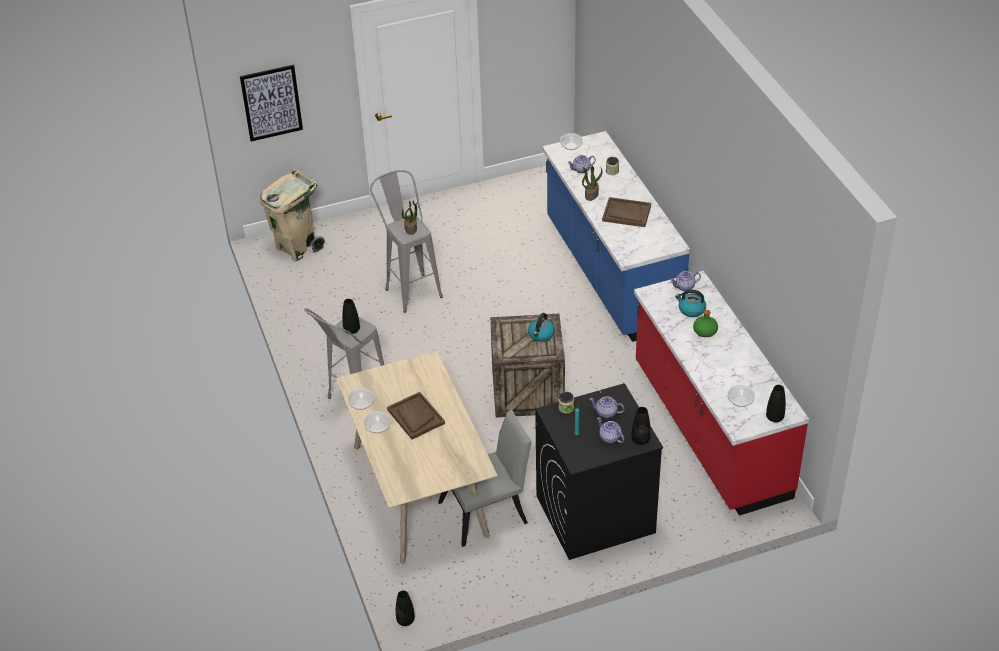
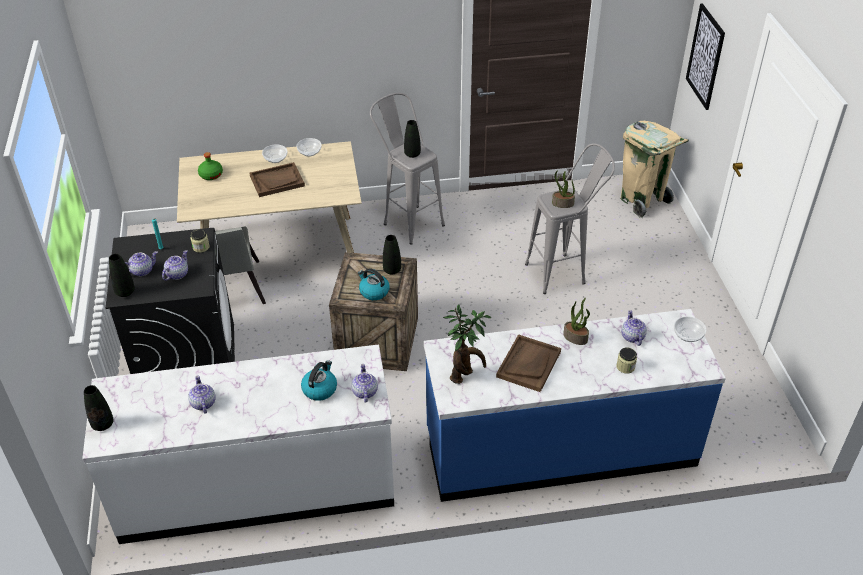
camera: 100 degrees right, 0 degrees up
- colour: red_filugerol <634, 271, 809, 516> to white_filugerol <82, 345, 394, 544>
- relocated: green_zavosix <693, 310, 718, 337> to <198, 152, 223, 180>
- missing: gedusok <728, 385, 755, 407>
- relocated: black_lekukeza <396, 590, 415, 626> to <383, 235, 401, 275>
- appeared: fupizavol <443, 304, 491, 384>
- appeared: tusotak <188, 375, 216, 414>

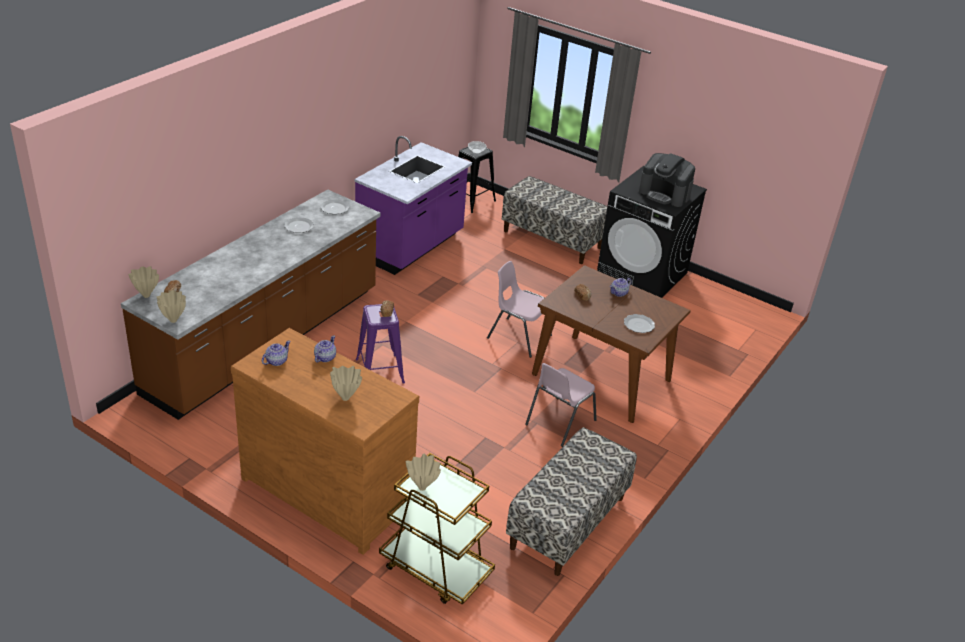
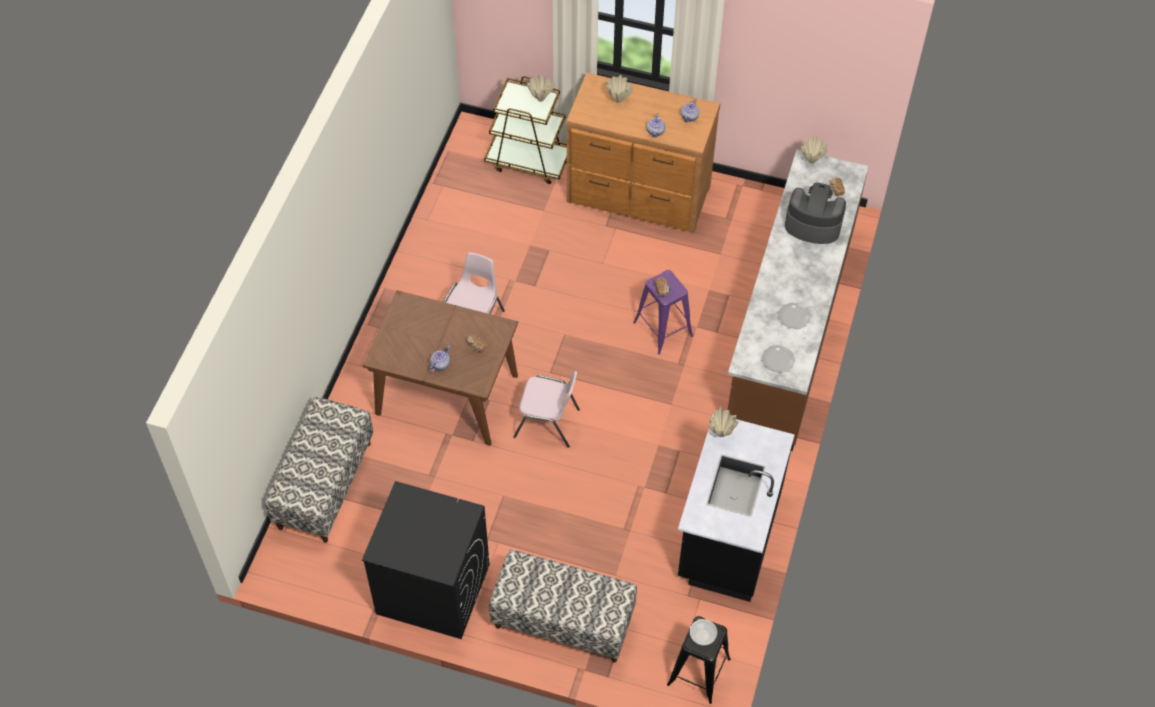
camera: 165 degrees right, 20 degrees up
- colour: purple_filugerol <355, 136, 472, 275> to black_filugerol <678, 413, 795, 602>
- relocated: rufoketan <639, 153, 695, 207> to <785, 183, 846, 244>
- relocated: beige_lekukeza <128, 266, 159, 298> to <709, 407, 738, 437>
- missing: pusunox <624, 314, 655, 333>
- relocated: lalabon <506, 427, 637, 576> to <265, 397, 374, 543>

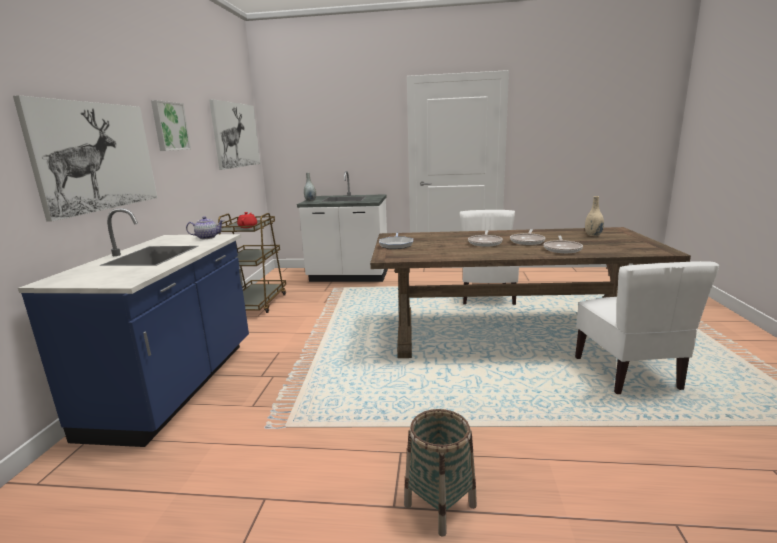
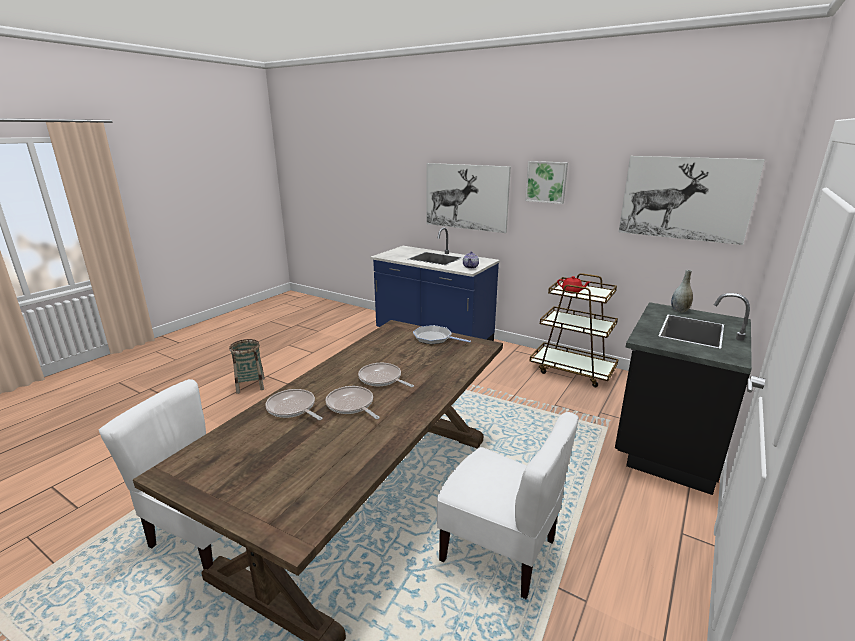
camera: 115 degrees right, 5 degrees up
- colour: white_filugerol <297, 171, 388, 282> to black_filugerol <615, 293, 752, 495>
- missing: beige_lekukeza <585, 196, 604, 236>

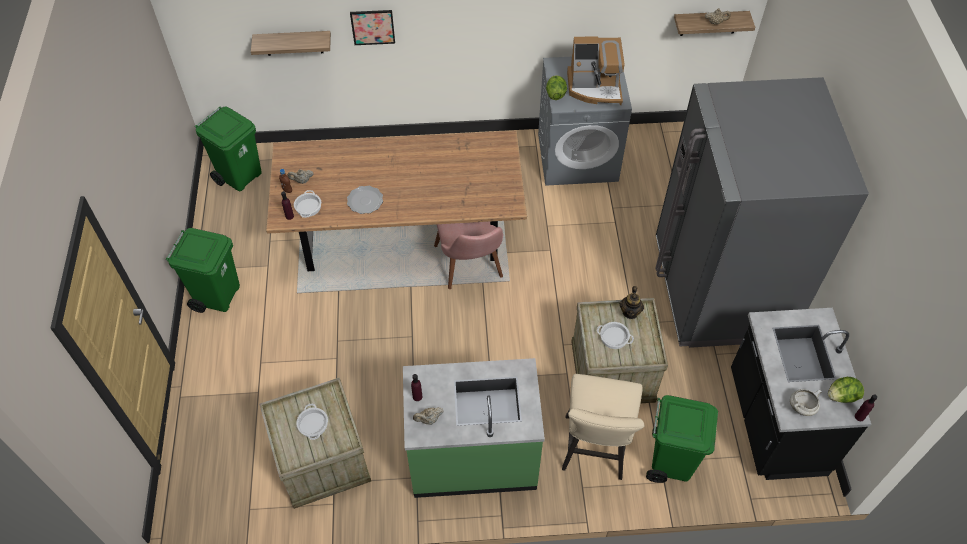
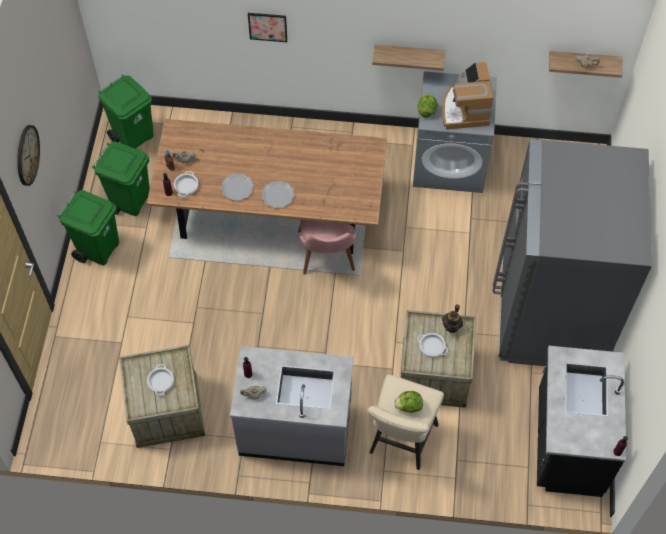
camera: 10 degrees right, 5 degrees up
- relocated: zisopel <251, 31, 331, 56> to <372, 44, 445, 71>
- spun: rufoketan <567, 36, 625, 105> = <442, 62, 494, 129> 75 degrees clockwise
- colour: green_filugerol <403, 358, 545, 498> to grey_filugerol <230, 346, 354, 466>
- relocated: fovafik <828, 377, 864, 403> to <394, 391, 423, 413>
- missing: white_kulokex <790, 389, 822, 416>
- relocated: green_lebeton <646, 395, 718, 483> to <92, 141, 150, 216>
- appeared: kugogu <17, 125, 40, 186>
- appeared: pusunox <261, 181, 294, 208>

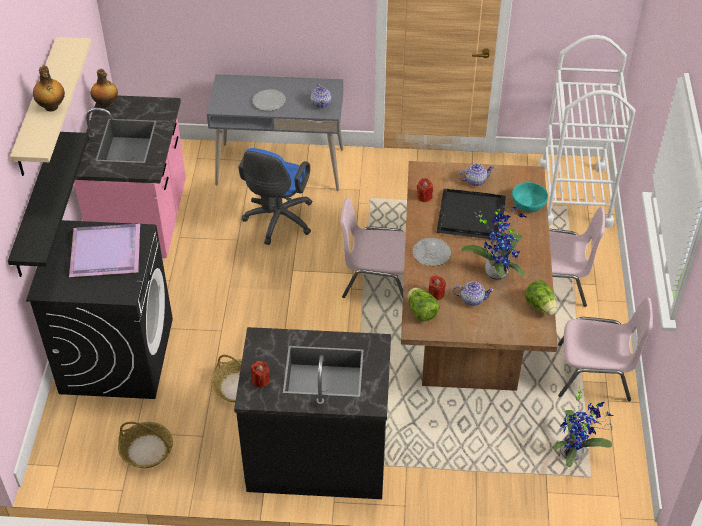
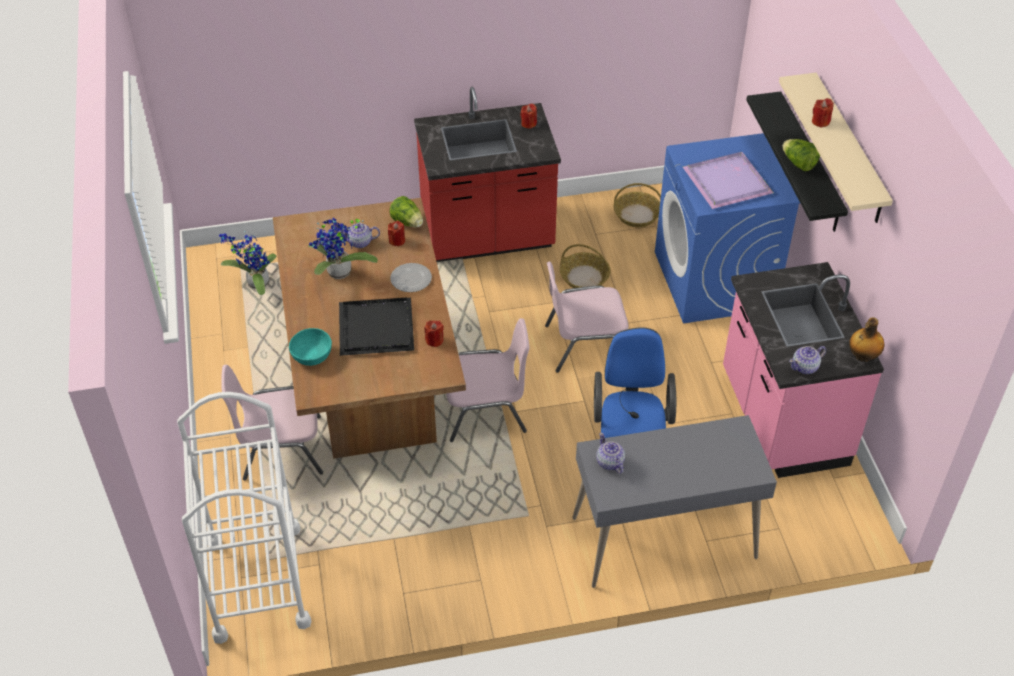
camera: 165 degrees right, 0 degrees up
- exchanged: zavosix <33, 66, 65, 111> to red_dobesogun <812, 98, 834, 128>
- missing: pusunox <253, 89, 286, 111>
- relocated: tusotak <458, 163, 495, 186> to <789, 346, 826, 374>
- colour: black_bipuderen <26, 220, 173, 399> to blue_bipuderen <655, 133, 800, 323>
- relocated: fovafik <525, 280, 557, 315> to <782, 139, 820, 171>
- relocated: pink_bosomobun <558, 297, 653, 402> to <545, 262, 629, 373>
- colour: black_filugerol <234, 327, 391, 499> to red_filugerol <414, 87, 561, 262>

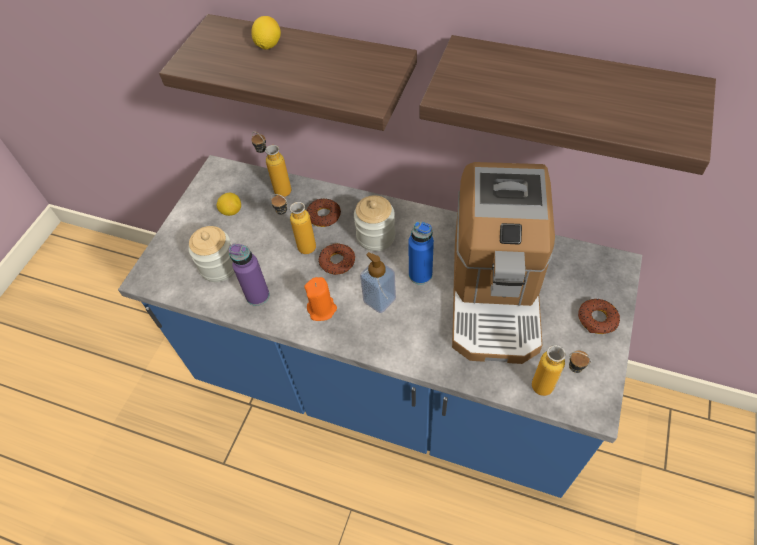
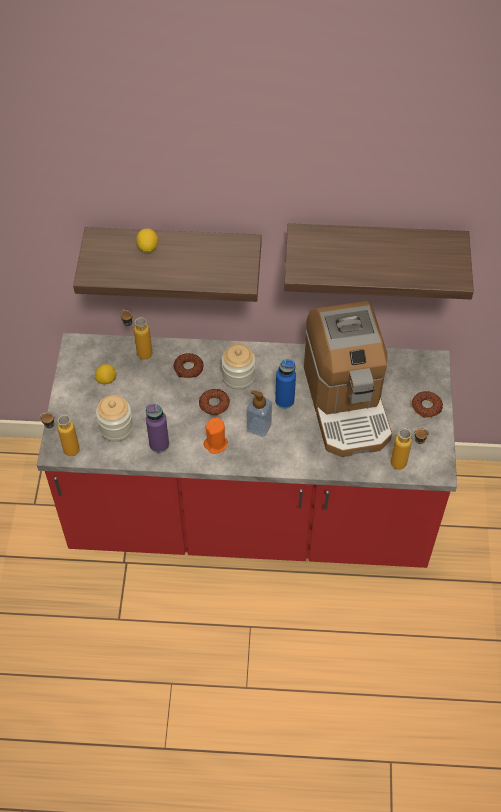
camera: 20 degrees left, 0 degrees up
- colour: blue_filugerol <118, 155, 642, 498> to red_filugerol <37, 333, 457, 568>
- relocated: zavosix <270, 194, 316, 254> to <40, 412, 80, 456>

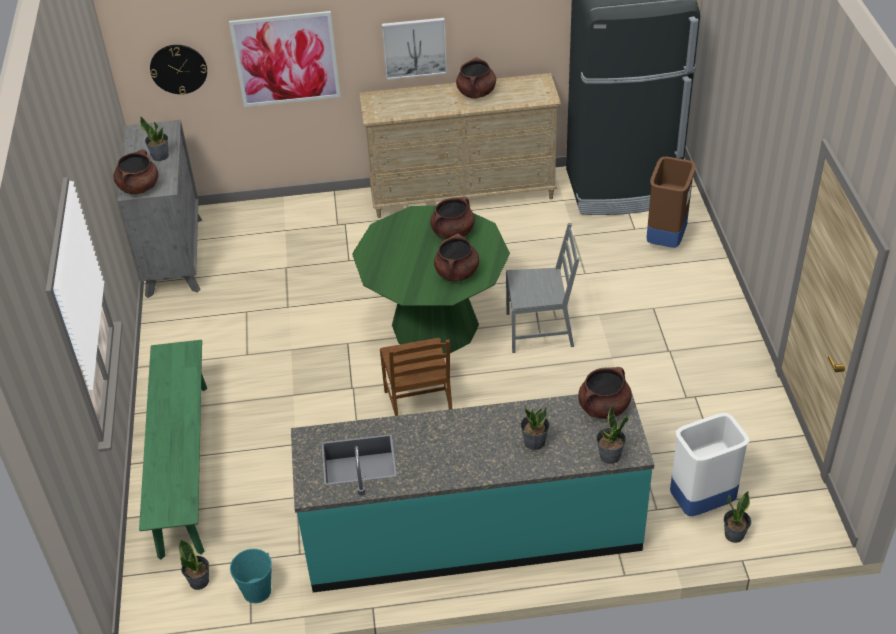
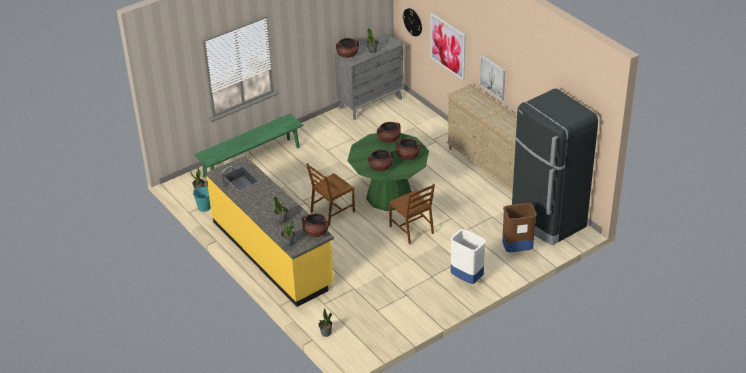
camera: 60 degrees right, 5 degrees down
- relocated: brown_kulokex <456, 57, 496, 98> to <377, 122, 401, 143>
- colour: grey_bosomobun <506, 223, 580, 353> to brown_bosomobun <389, 184, 435, 245>
- colour: turquoise_filugerol <291, 388, 654, 593> to yellow_filugerol <206, 156, 334, 307>
- relocated: white_lebeton <670, 413, 750, 516> to <450, 229, 486, 284>

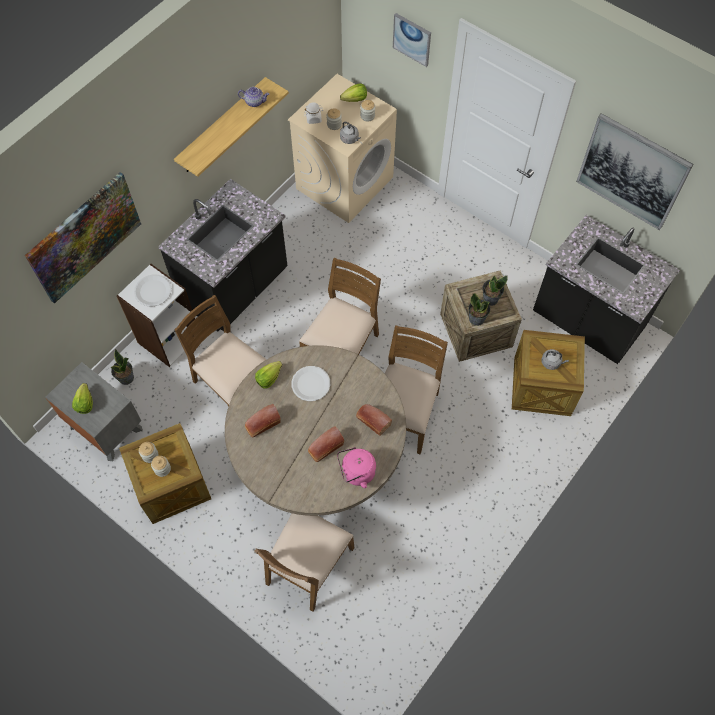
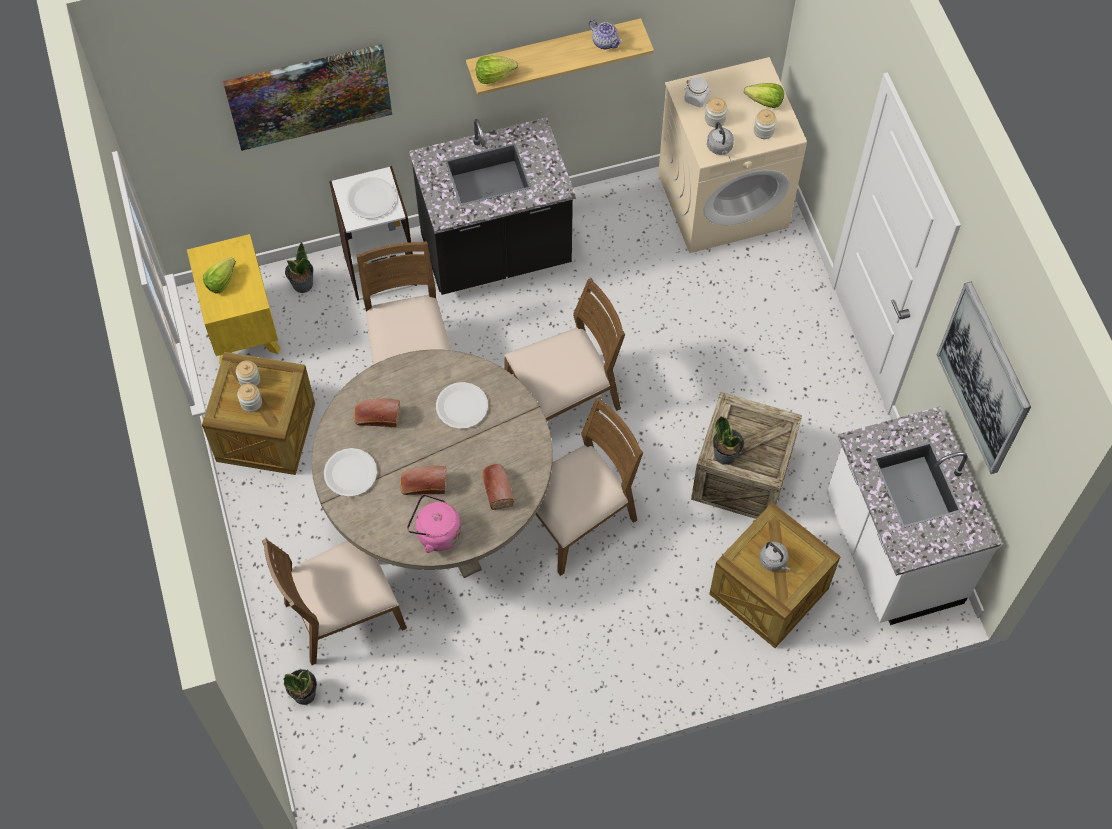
camera: 35 degrees right, 0 degrees up
- missing: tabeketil <393, 13, 431, 67>
- colour: black_filugerol <533, 215, 680, 364> to white_filugerol <827, 407, 1001, 625>
- relocated: fupizavol <482, 275, 508, 306> to <283, 669, 317, 705>
- relocated: fovafik <255, 361, 282, 388> to <476, 56, 518, 84>
- colour: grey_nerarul <45, 362, 143, 461> to yellow_nerarul <187, 234, 281, 364>
- appeared: white_pusunox <324, 448, 377, 497>

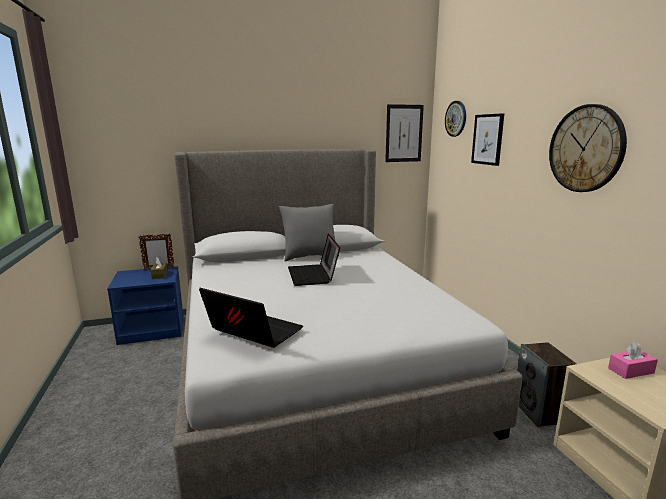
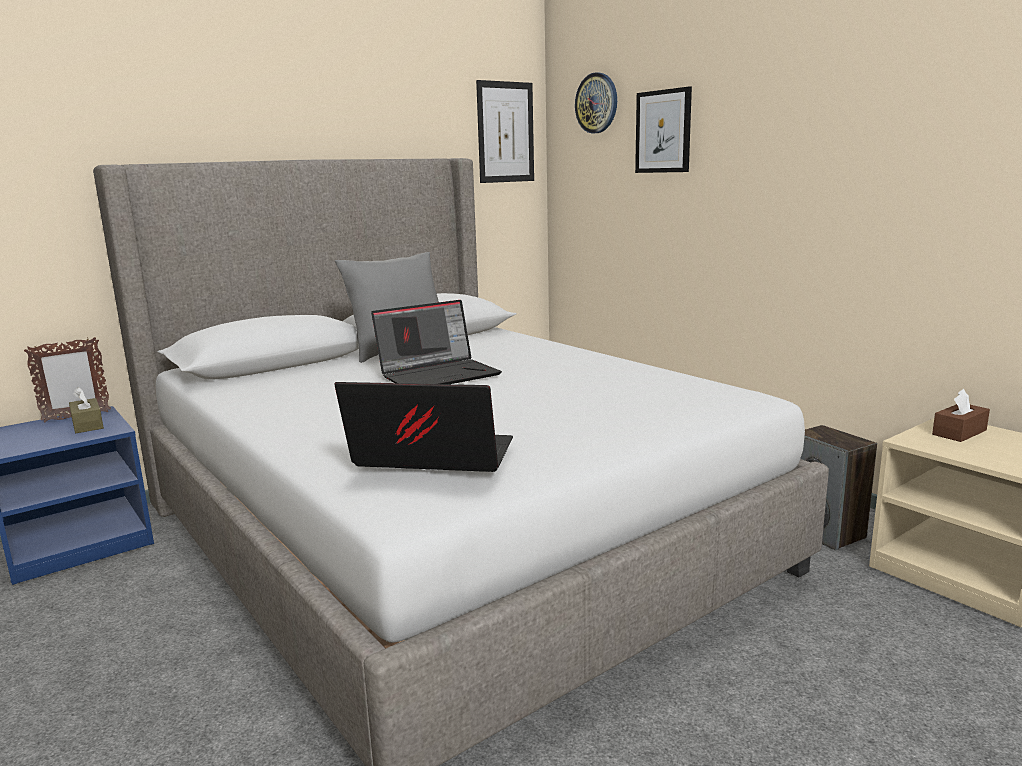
camera: 20 degrees left, 0 degrees up
- missing: kugogu <549, 104, 627, 192>
- spun: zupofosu <288, 234, 340, 286> = <371, 300, 502, 384> 90 degrees counterclockwise
- colour: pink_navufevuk <608, 342, 658, 379> to brown_navufevuk <932, 389, 990, 442>

